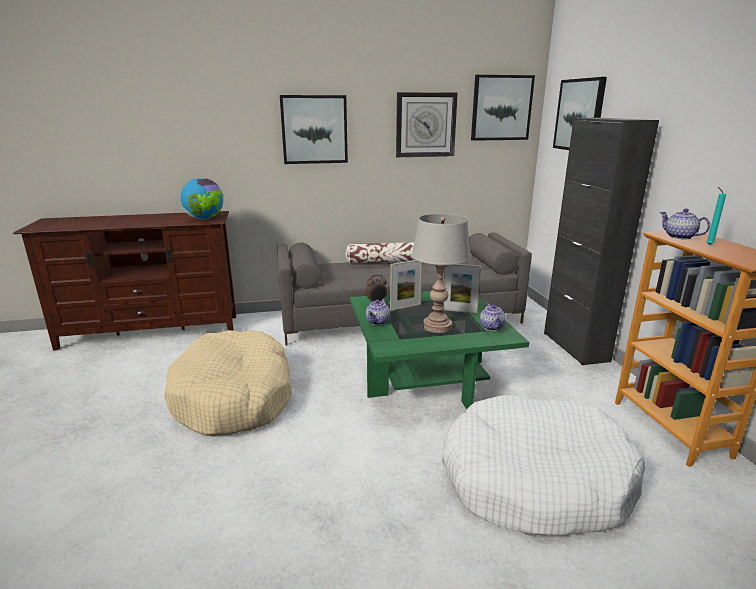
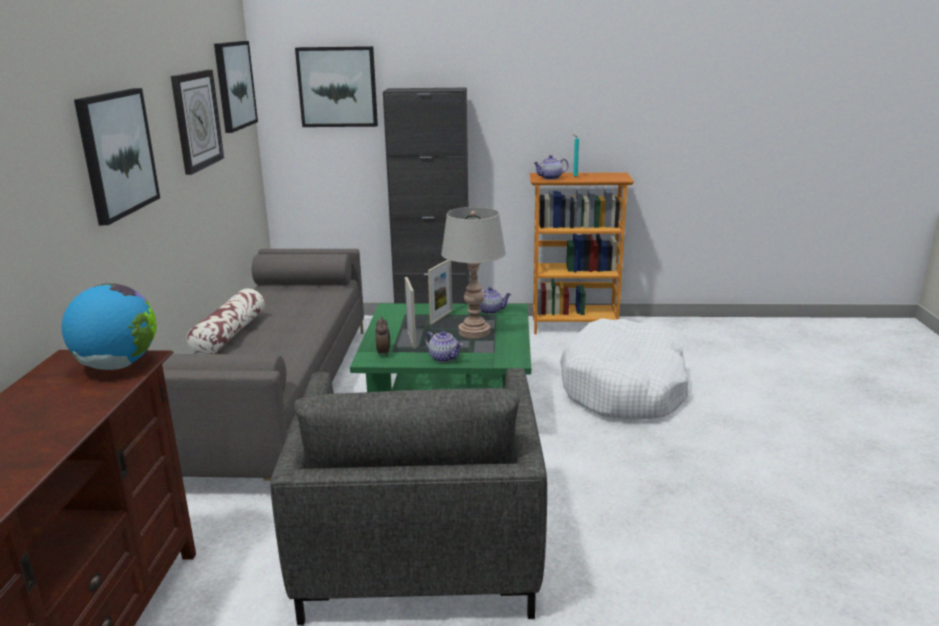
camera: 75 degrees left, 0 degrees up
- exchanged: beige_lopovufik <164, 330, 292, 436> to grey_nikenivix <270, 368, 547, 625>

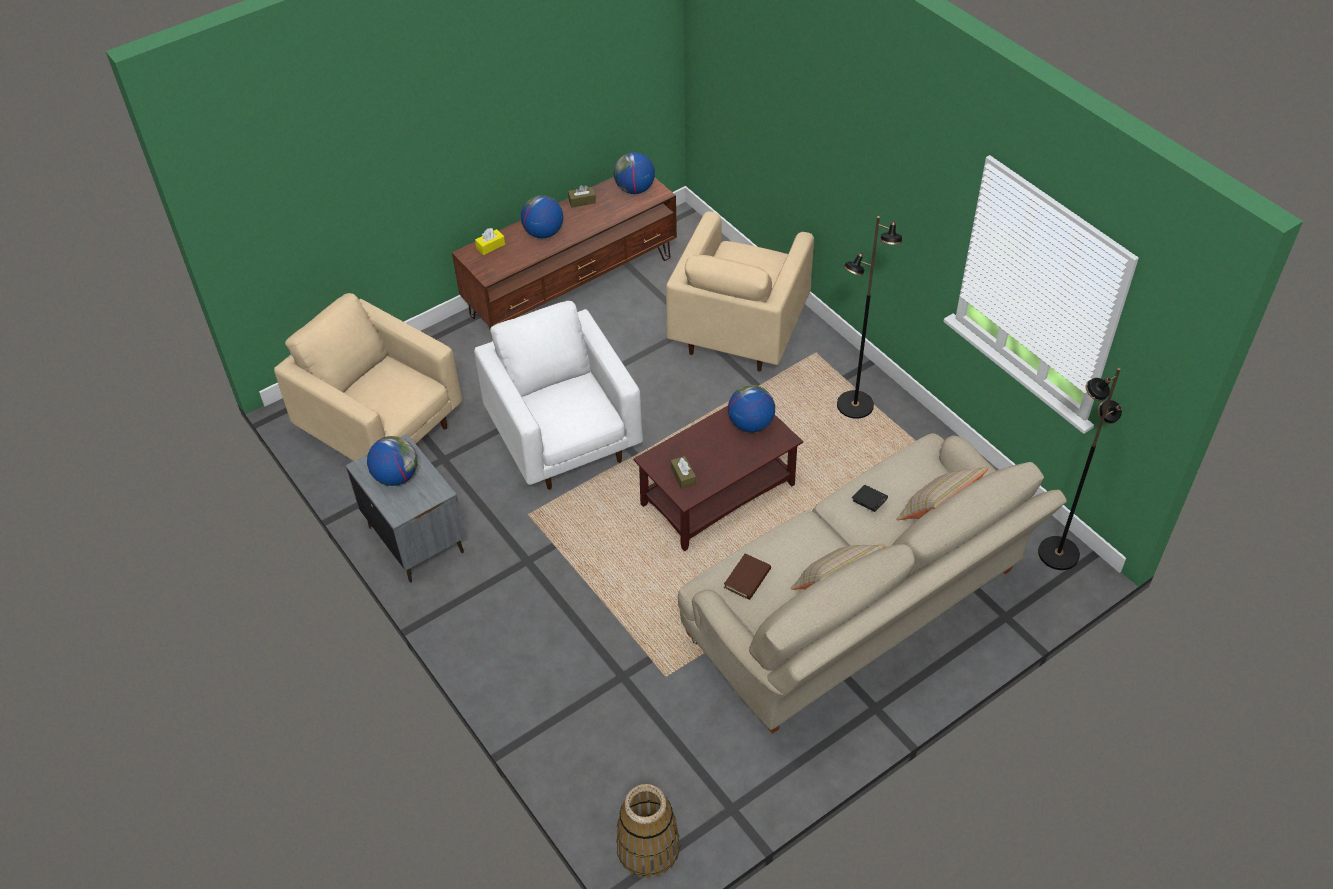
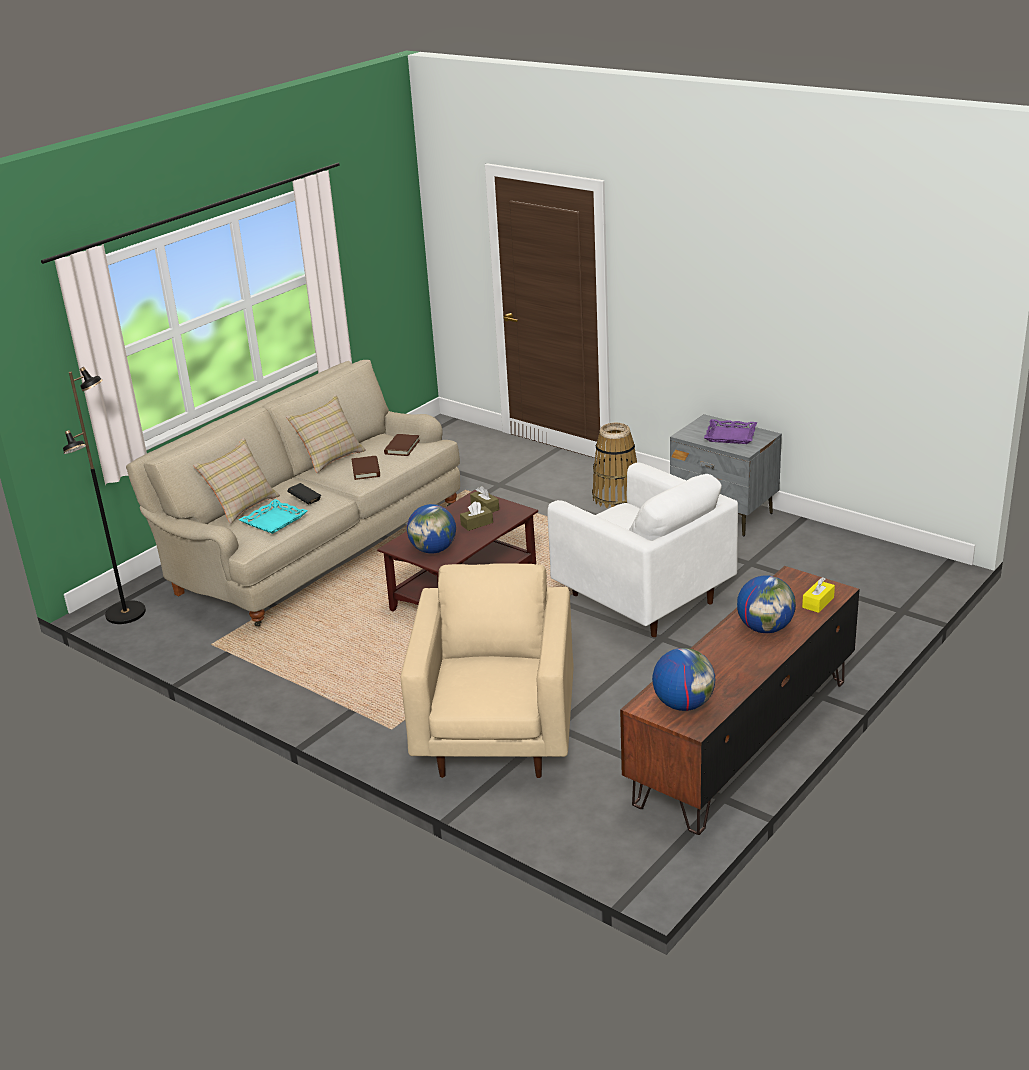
camera: 165 degrees right, 20 degrees down
- relocated: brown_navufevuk <568, 185, 596, 208> to <460, 501, 493, 531>
- missing: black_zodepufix <837, 216, 902, 419>
- missing: beige_nikenivix <274, 293, 462, 461>
- exchanged: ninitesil <367, 436, 418, 486> to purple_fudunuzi <704, 419, 757, 444>
- relocated: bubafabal <616, 784, 680, 878> to <592, 422, 637, 508>
- appeared: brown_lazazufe <352, 456, 380, 480>
- appeared: turquoise_fudunuzi <239, 499, 308, 534>

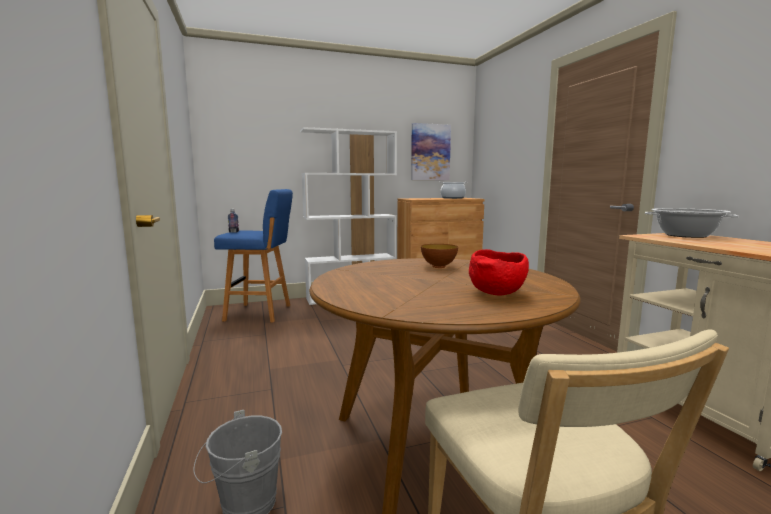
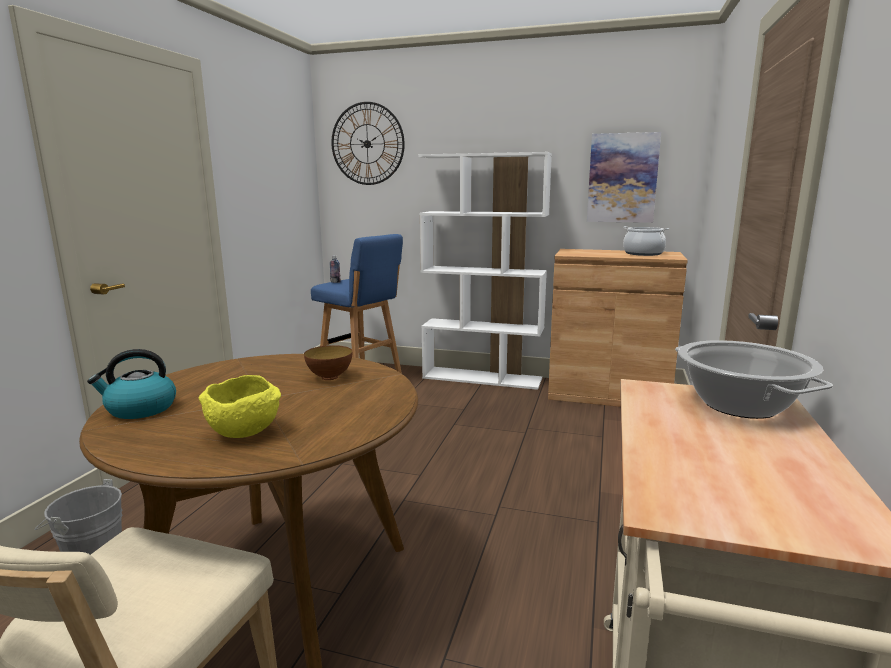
camera: 35 degrees right, 5 degrees up
- colour: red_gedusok <469, 249, 529, 296> to yellow_gedusok <199, 375, 281, 438>
- appeared: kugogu <331, 102, 405, 185>
- appeared: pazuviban <87, 349, 176, 419>

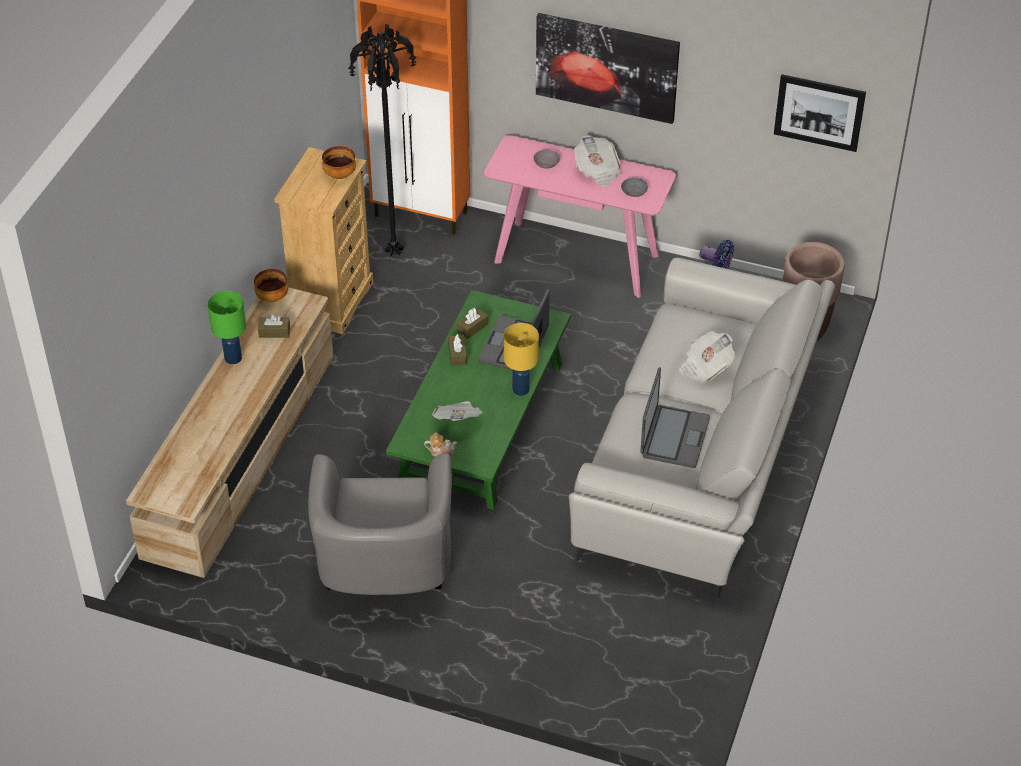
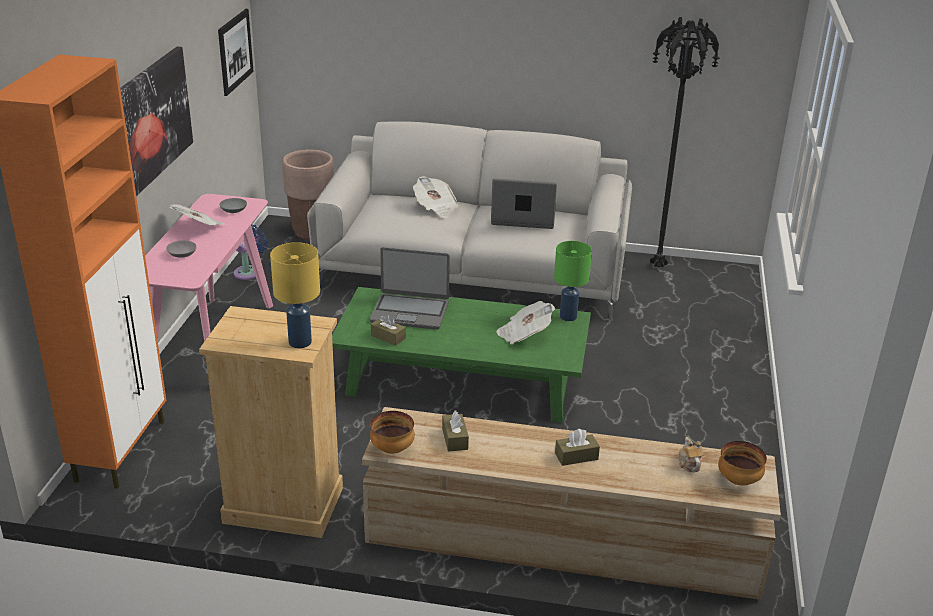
camera: 100 degrees left, 15 degrees down
- relocated: black_zodepufix <348, 24, 416, 256> to <650, 17, 720, 268>
- relocated: gedusok <322, 146, 356, 179> to <718, 441, 767, 486>
- relocated: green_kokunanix <207, 291, 246, 364> to <554, 241, 592, 321>
- relocated: yellow_kokunanix <504, 323, 539, 396> to <270, 242, 320, 348>
- relocated: brown_navufevuk <448, 334, 467, 366> to <555, 429, 600, 466>
- relocated: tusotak <424, 433, 457, 456> to <679, 437, 704, 472>
- missing: grey_nikenivix <308, 453, 452, 595>

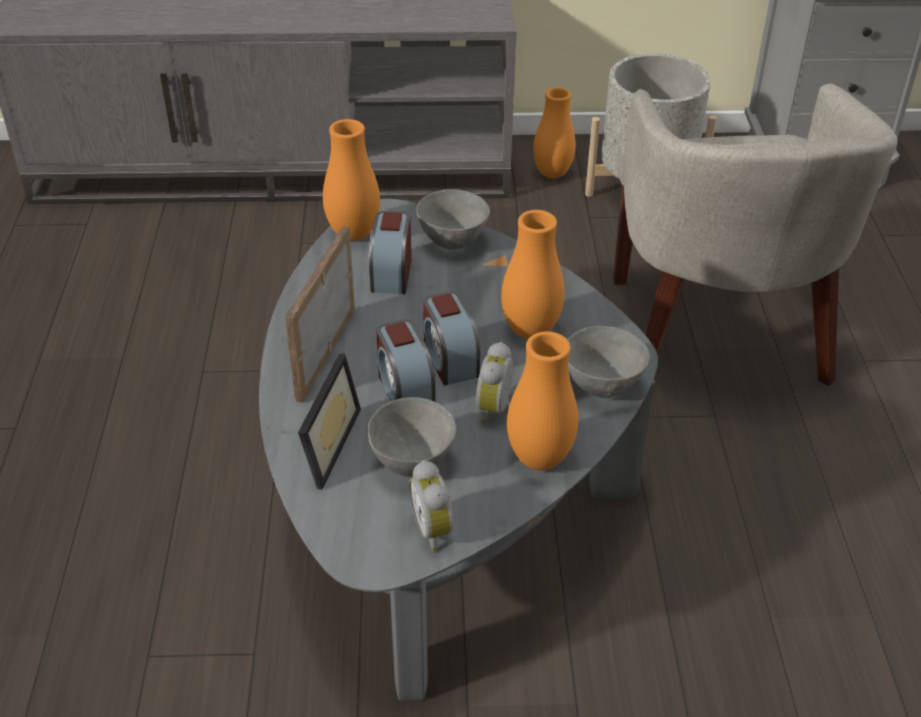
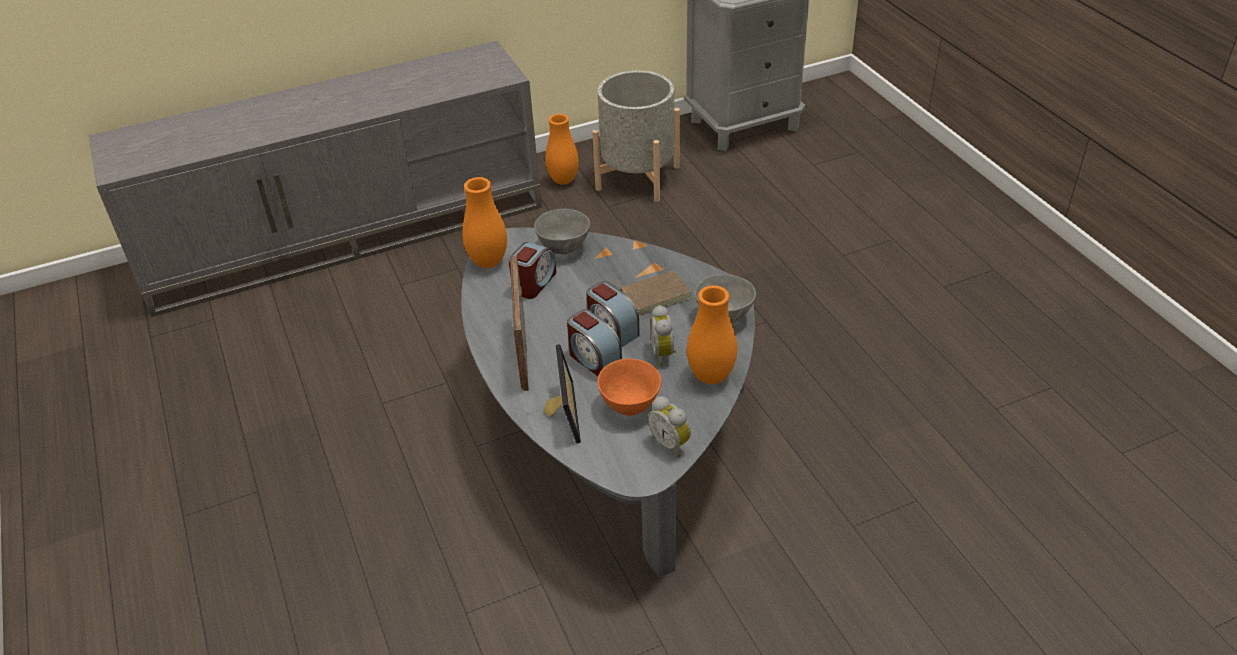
camera: 20 degrees left, 0 degrees up
- missing: beige_nikenivix <613, 83, 898, 386>
- exchanged: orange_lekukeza <501, 210, 565, 339> to brown_lazazufe <616, 271, 691, 315>
- spun: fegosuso <368, 211, 412, 294> = <508, 242, 557, 299> 135 degrees counterclockwise
- colour: grey_gedusok <367, 397, 456, 477> to orange_gedusok <597, 359, 661, 416>

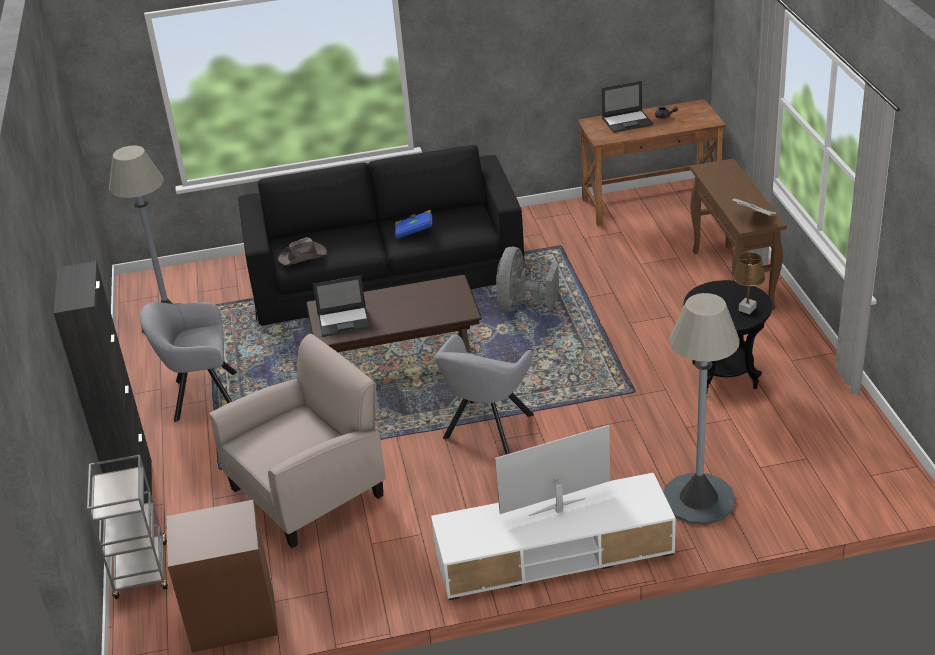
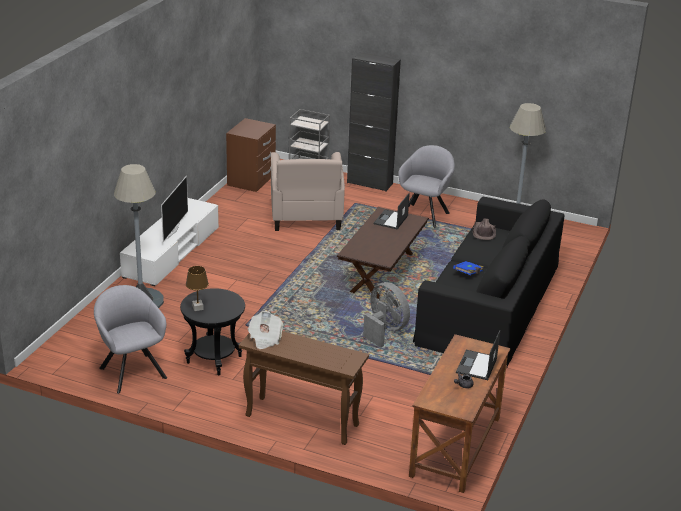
camera: 120 degrees right, 5 degrees down
- relocated: grey_nikenivix <434, 335, 534, 454> to <94, 285, 167, 394>

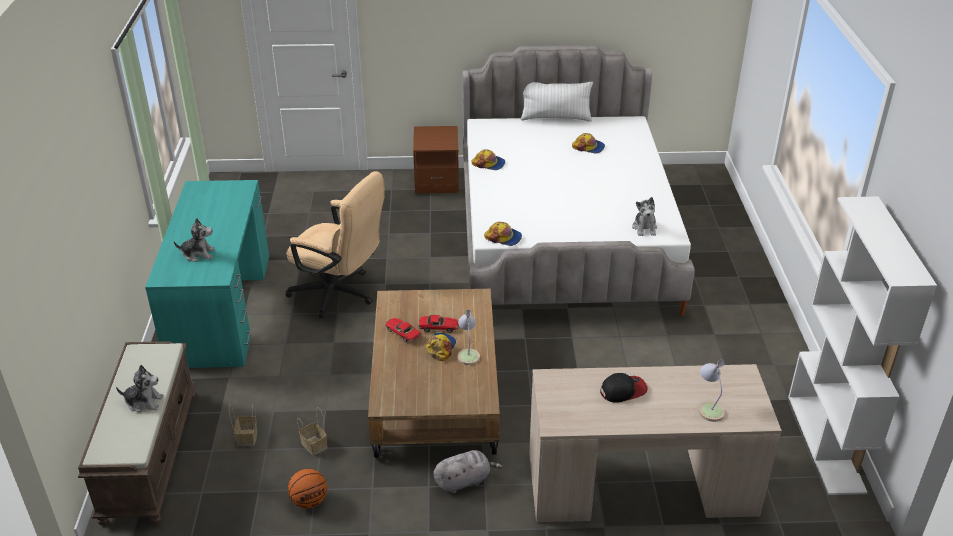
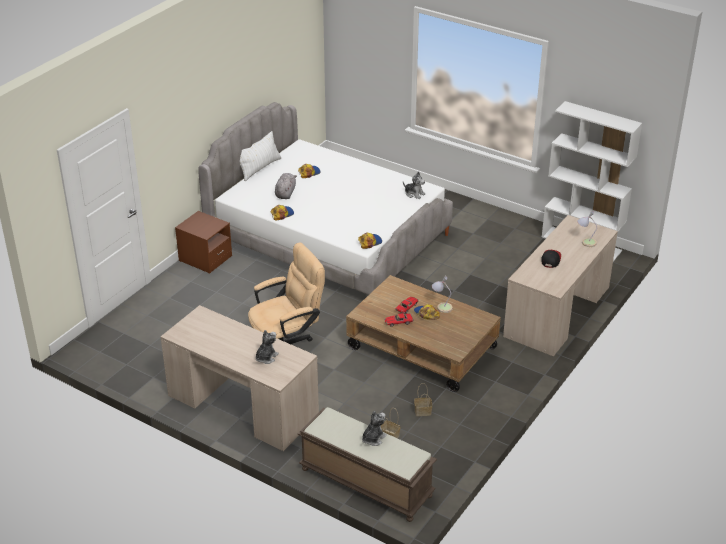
camera: 55 degrees left, 0 degrees up
- colour: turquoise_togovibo <145, 180, 269, 368> to beige_togovibo <161, 305, 319, 451>
- relocated: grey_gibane <433, 450, 503, 493> to <275, 173, 297, 199>
- missing: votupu <288, 469, 327, 508>

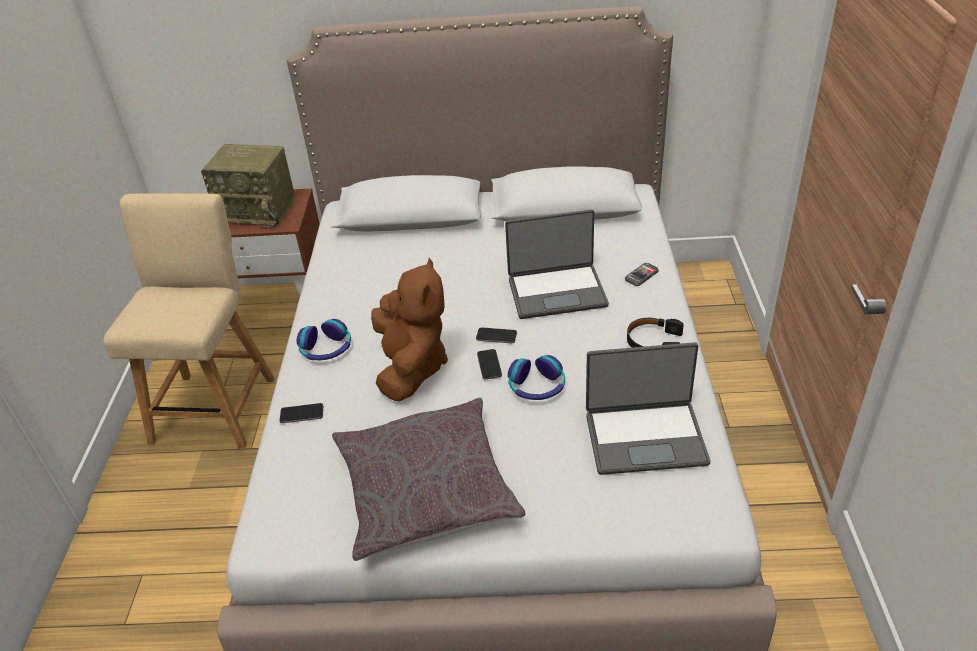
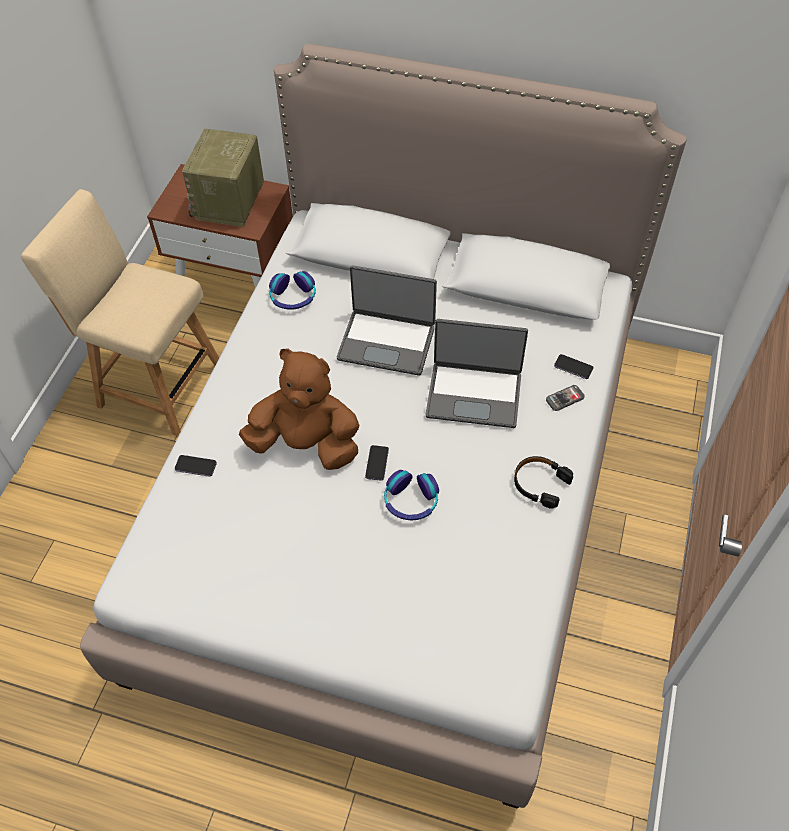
camera: 15 degrees right, 15 degrees up
- spun: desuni <201, 144, 295, 229> = <182, 129, 264, 227> 75 degrees clockwise
- spun: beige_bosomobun <103, 193, 275, 448> = <21, 189, 219, 436> 90 degrees counterclockwise
- spun: brown_gibane <371, 258, 448, 401> = <239, 348, 360, 470> 90 degrees counterclockwise
- relocated: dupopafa <297, 319, 351, 360> to <269, 271, 316, 310>
- relocated: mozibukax <476, 327, 517, 343> to <554, 354, 594, 379>
- relocated: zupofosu <586, 342, 711, 475> to <337, 265, 437, 375>
- missing: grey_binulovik <332, 398, 525, 561>

